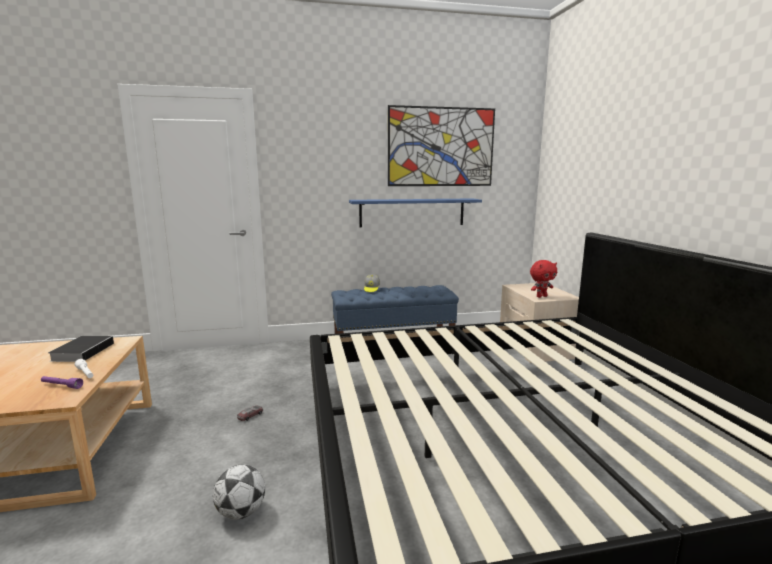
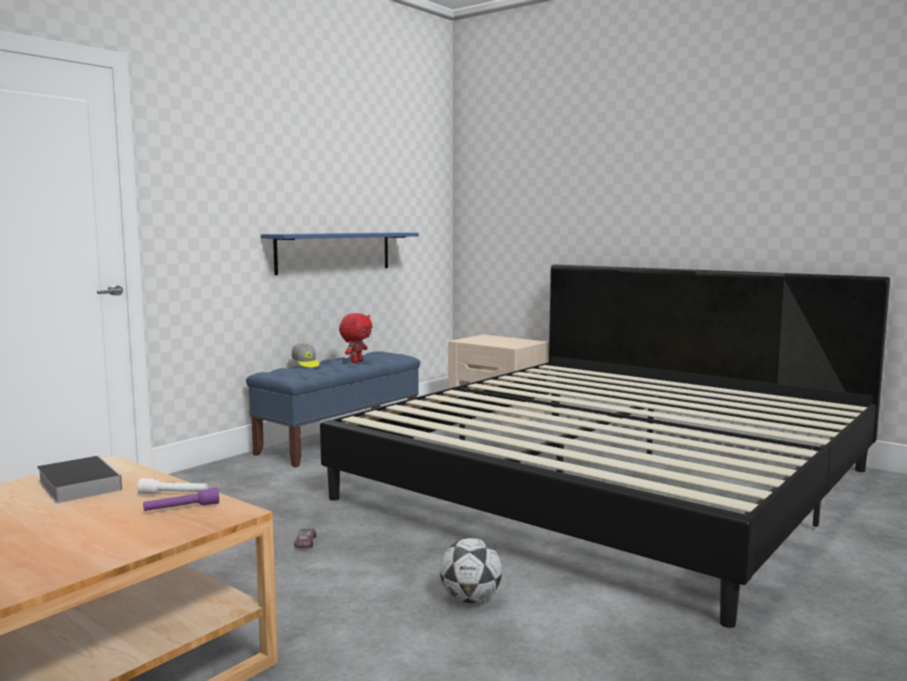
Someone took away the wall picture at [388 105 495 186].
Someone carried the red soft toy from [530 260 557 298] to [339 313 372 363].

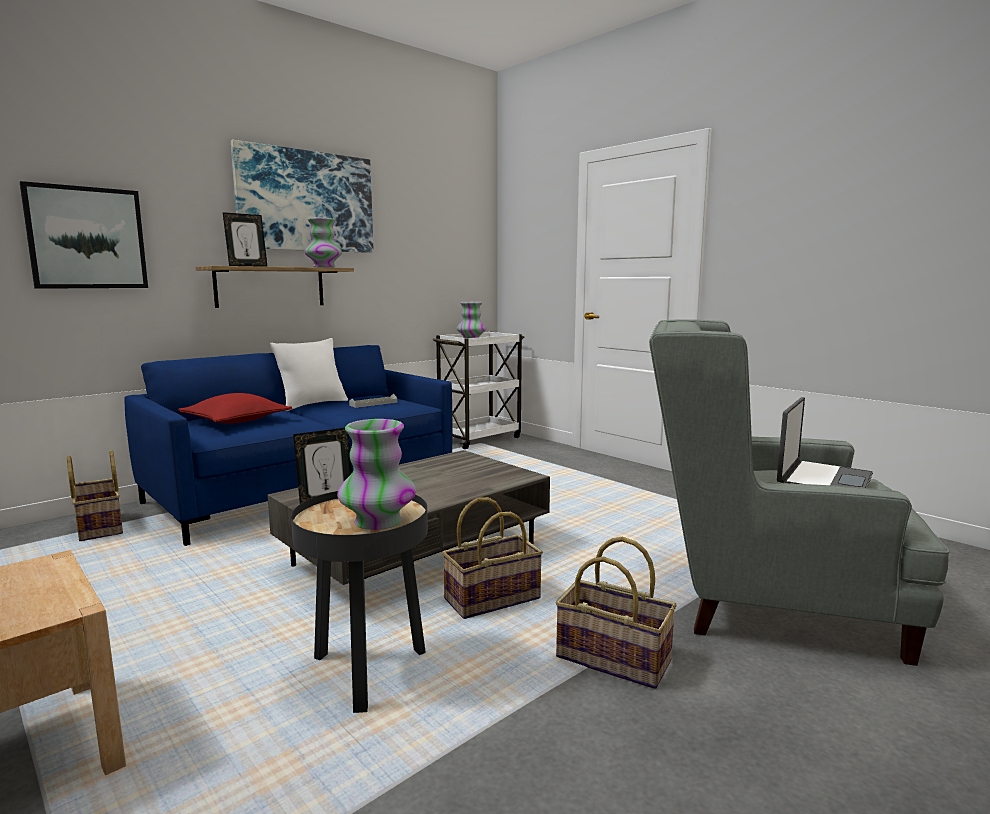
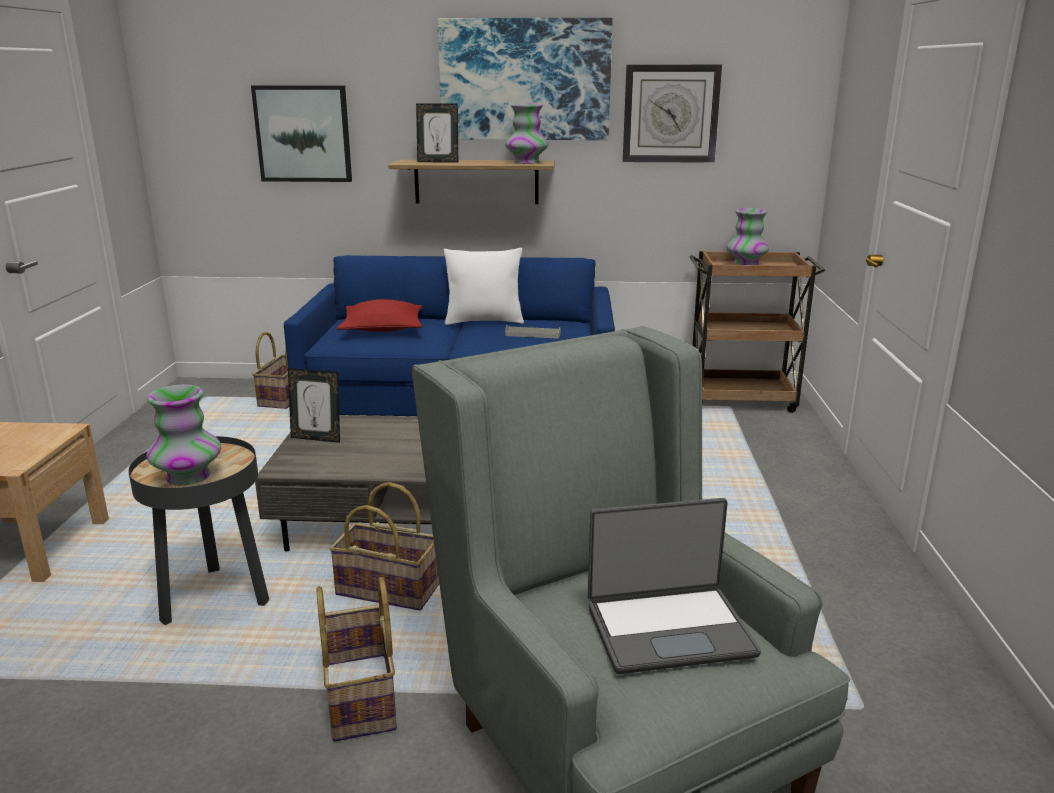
Someone repainted the whitish cart at [432 332 524 449], which became the brown-coloured cart at [690 251 825 413].
Someone put up the wall clock at [623 64 722 163].

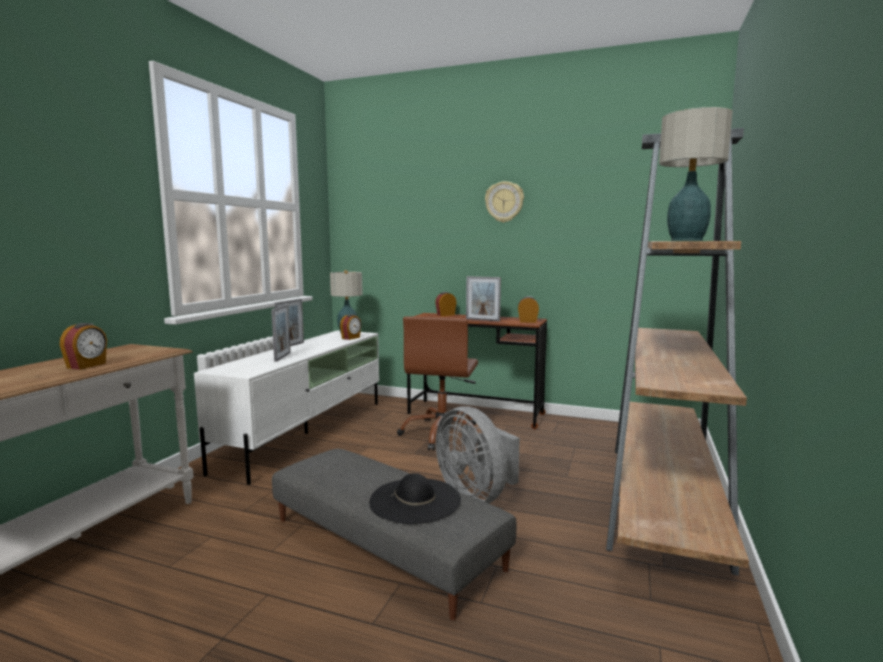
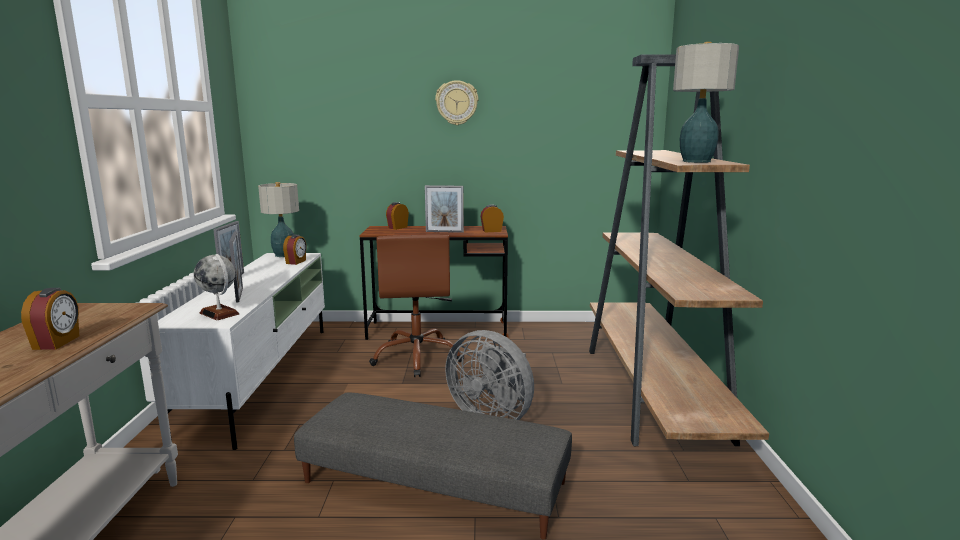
Someone took away the black-coloured wearable hat at [370 473 461 524].
Someone put down the world globe at [194 254 240 320].

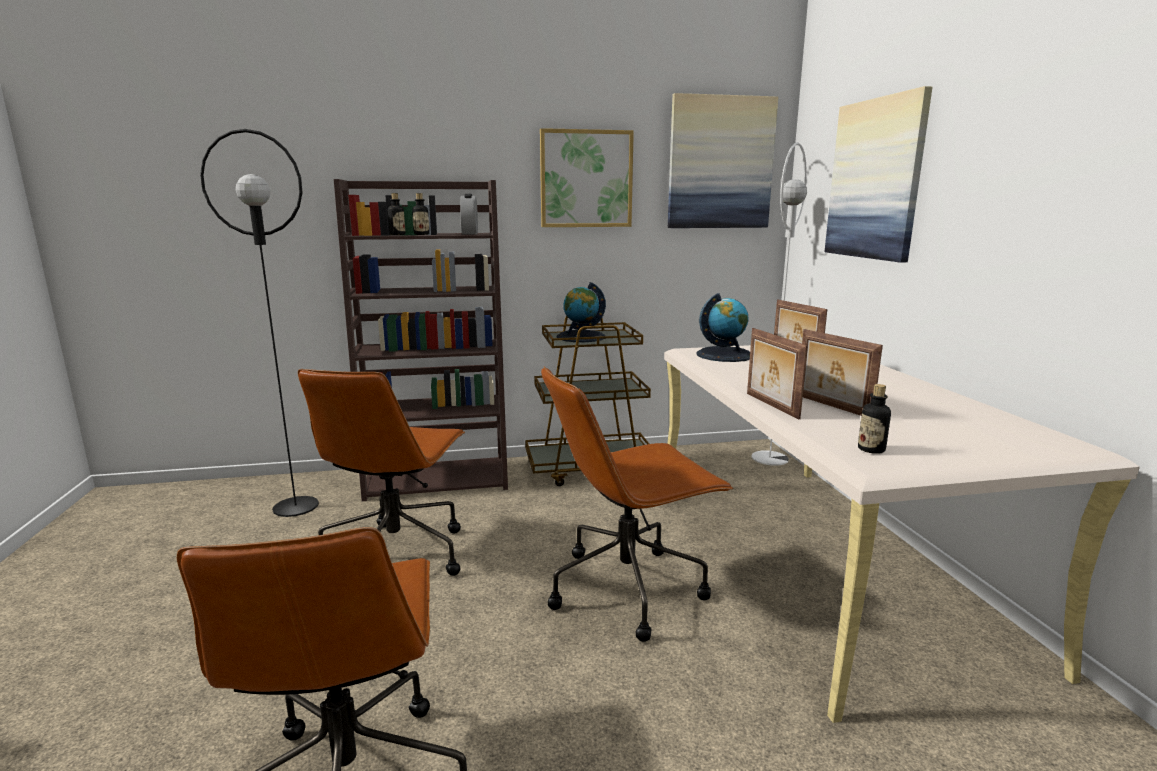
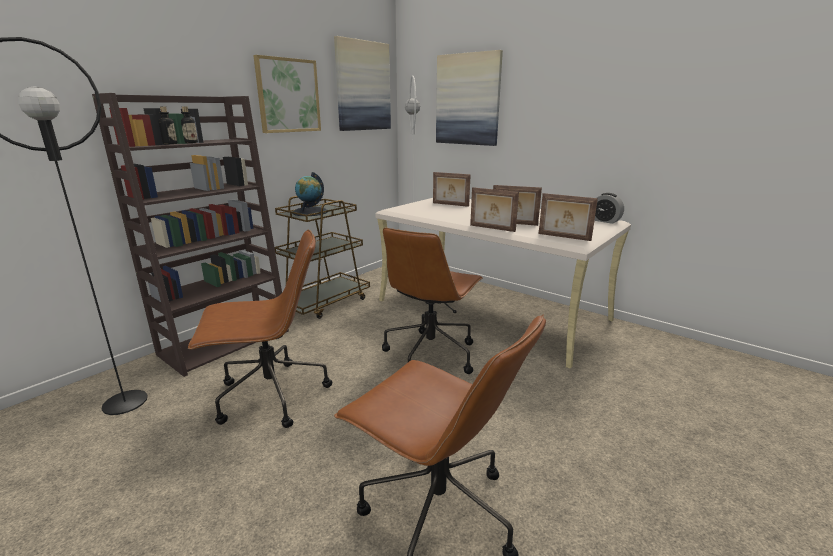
Someone rotated the brown-coloured desk chair at [298 369 465 576] by 75 degrees counterclockwise.
Someone carried the table clock from [460 194 478 234] to [595 193 624 224].
Someone took away the world globe at [696 293 750 362].
Someone swapped the beverage bottle at [858 384 891 454] for the picture frame at [539 193 598 241].

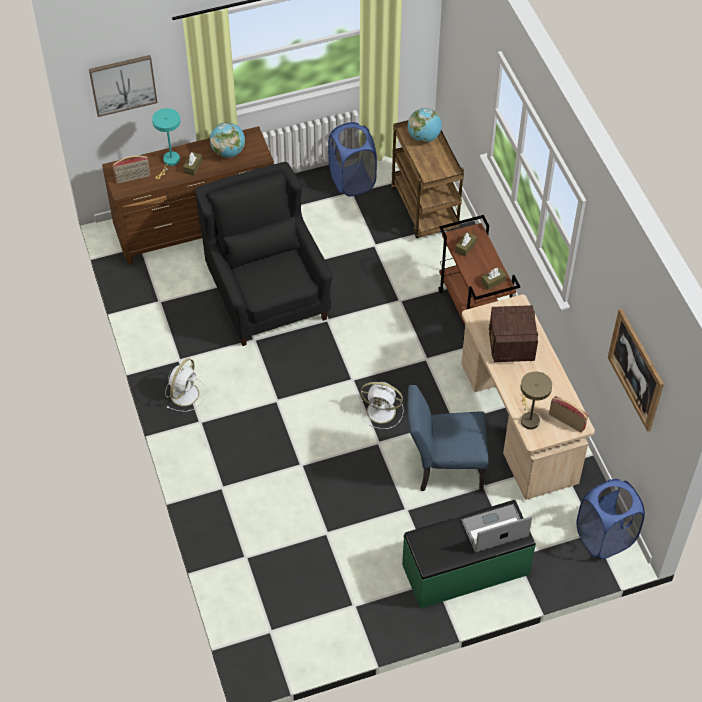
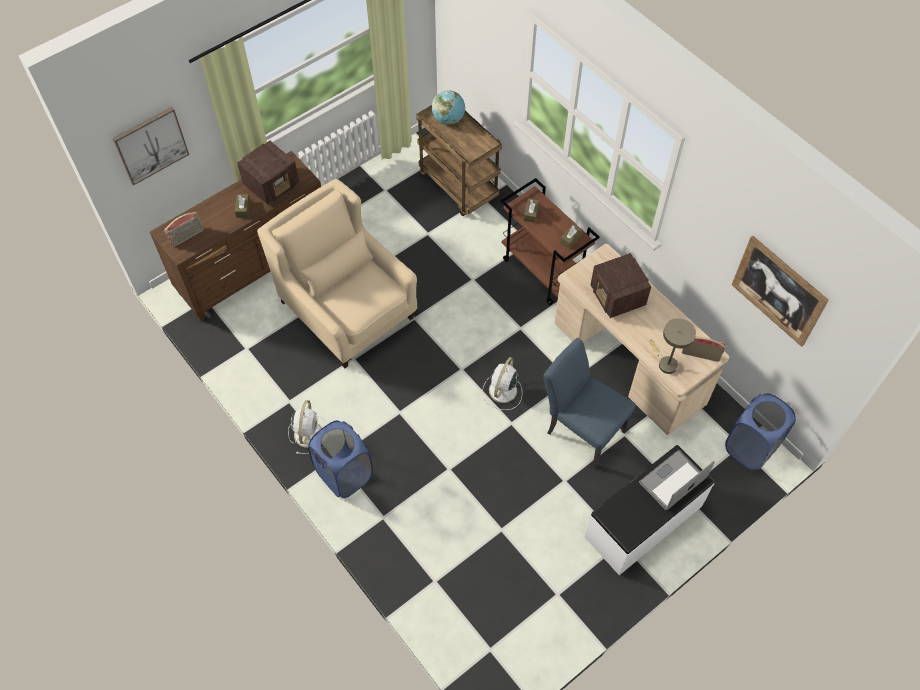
Someone took away the blue-green table lamp at [152 108 180 179].
Someone repainted the black-coloured lounge chair at [195 162 332 346], which became the beige lounge chair at [257 179 417 368].
Someone swapped the world globe at [210 122 245 158] for the radio receiver at [237 141 299 205].
Someone carried the blue-coloured hamper from [328 122 377 197] to [308 421 373 498].
Someone rotated the whitish electric fan at [360 382 404 429] by 120 degrees clockwise.
Someone repainted the greenish bench at [402 500 536 609], which became the whitish bench at [585 445 715 575].
Someone rotated the blue-coloured upright chair at [407 385 488 491] by 60 degrees clockwise.

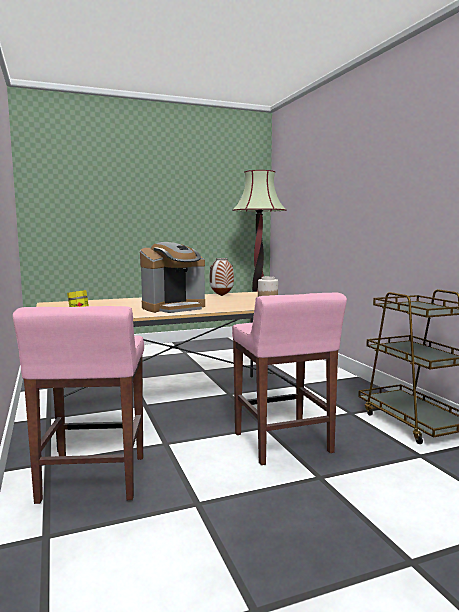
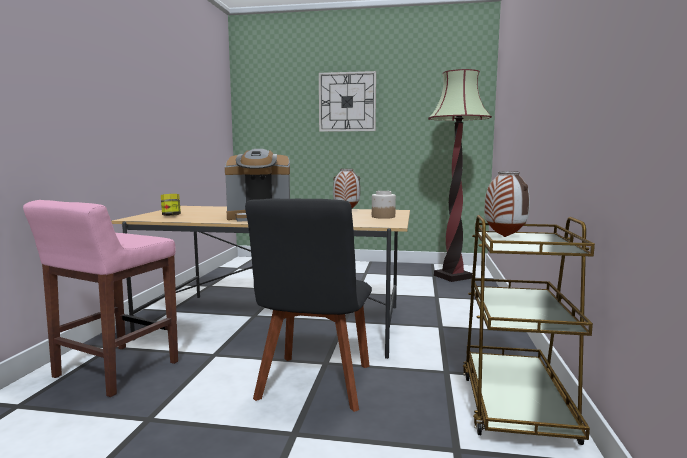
Someone swapped the pink sitting stool at [232 292 347 465] for the black-coloured upright chair at [245 199 372 412].
Someone put up the wall clock at [319 71 376 132].
Someone put down the flower vase at [485 171 530 237].

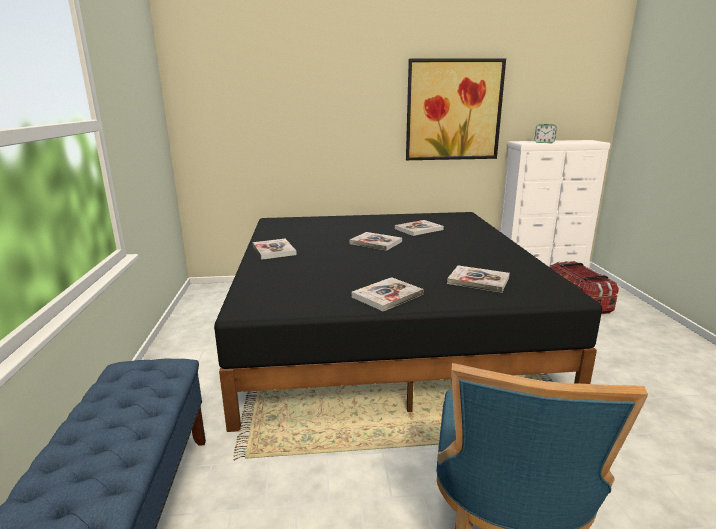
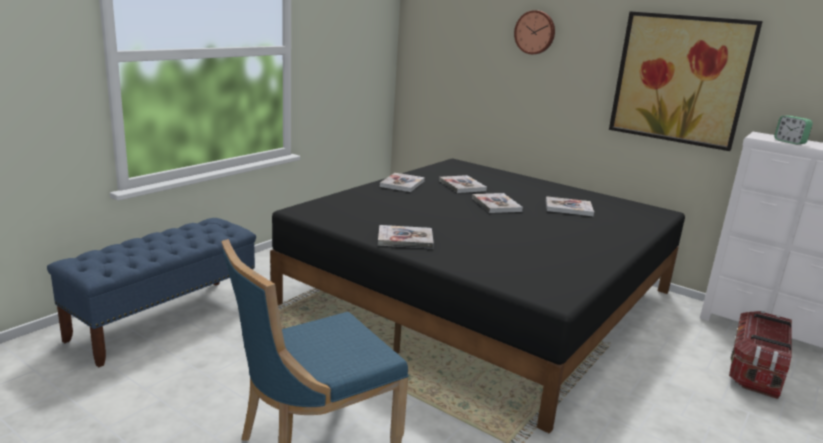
Someone carried the volume from [447 265 510 293] to [439 175 487 193].
Someone put up the wall clock at [514 10 555 54].

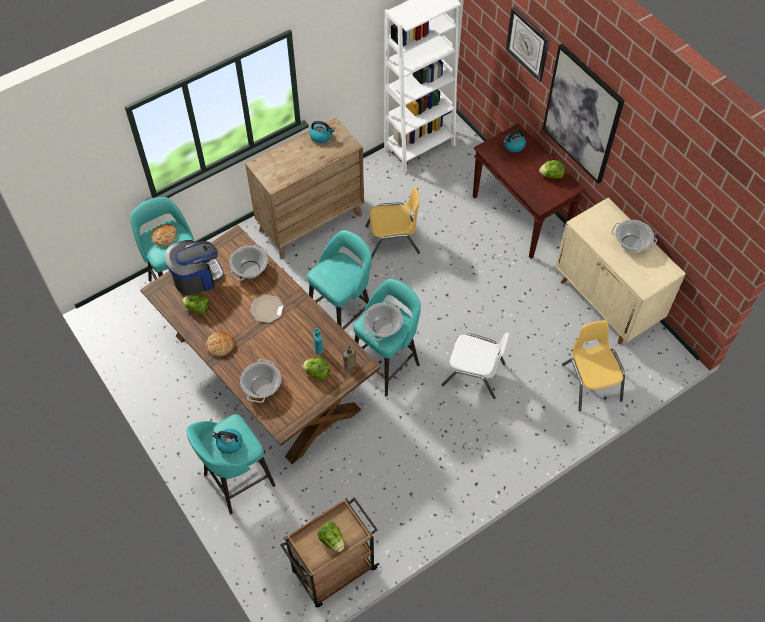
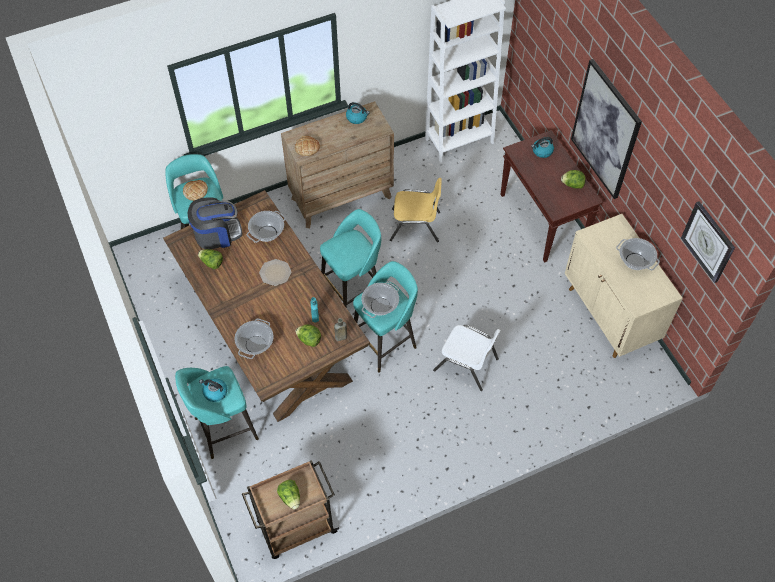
Someone carried the bread from [206 332 235 356] to [295 136 320 156].
Someone carried the wall clock from [506 7 550 82] to [681 202 735 283].
Someone took away the yellowish upright chair at [562 320 625 412].

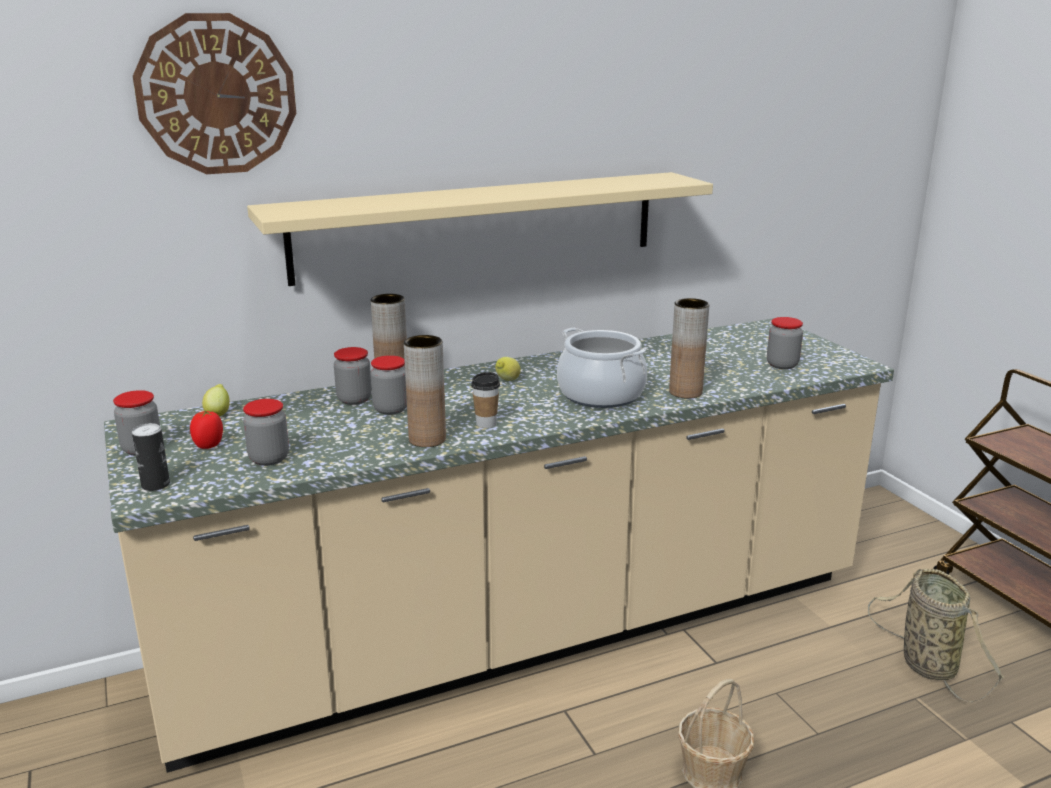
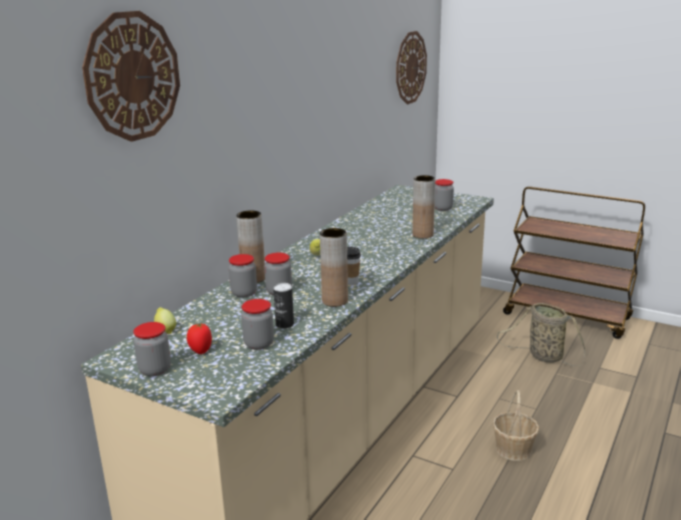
Someone carried the sealed can from [132 423 170 491] to [273 283 294 329].
Someone took away the beige wall shelf at [247 172 713 286].
Someone took away the cooking pot at [557 328 647 408].
Someone put up the wall clock at [396 31 427 104].

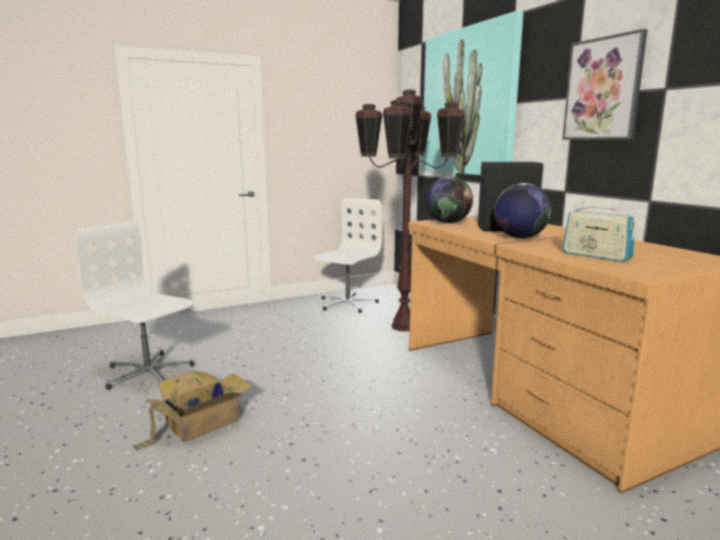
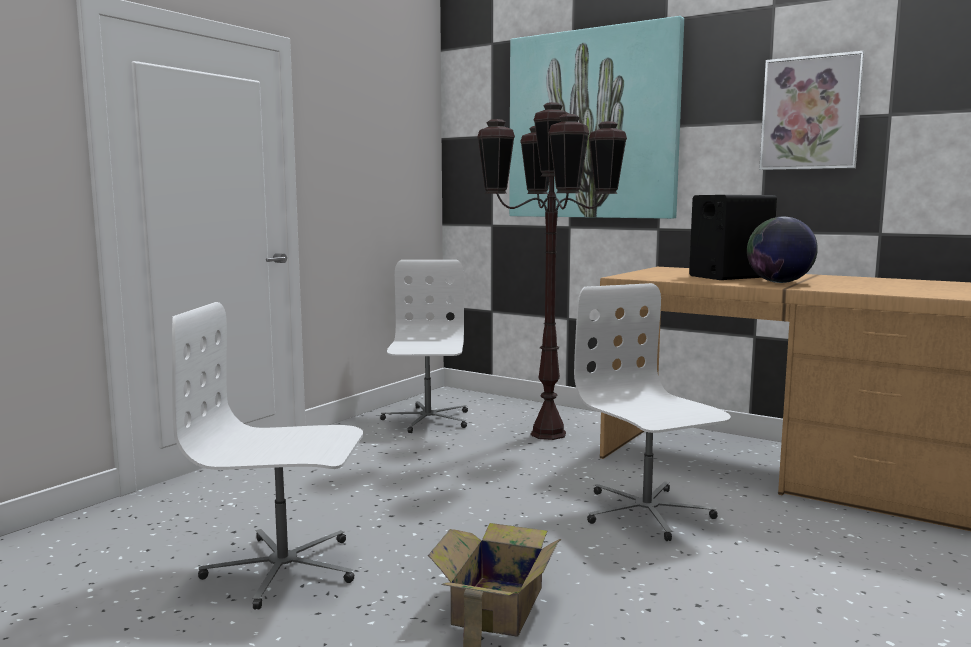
Someone took away the world globe at [426 176 473 223].
Someone took away the radio receiver at [562 201 636 262].
Someone put down the whitish desk chair at [574 283 731 541].

